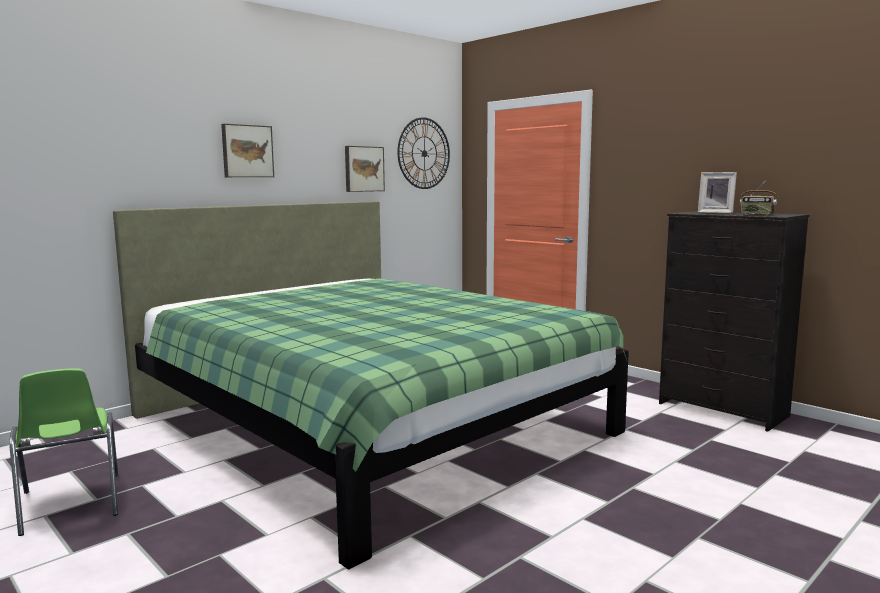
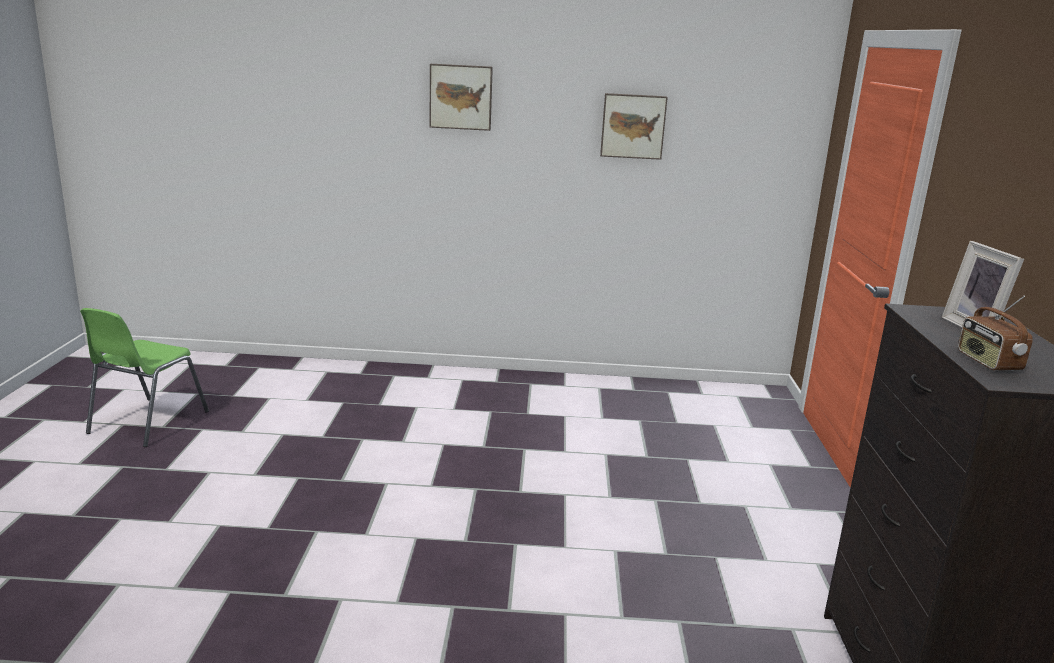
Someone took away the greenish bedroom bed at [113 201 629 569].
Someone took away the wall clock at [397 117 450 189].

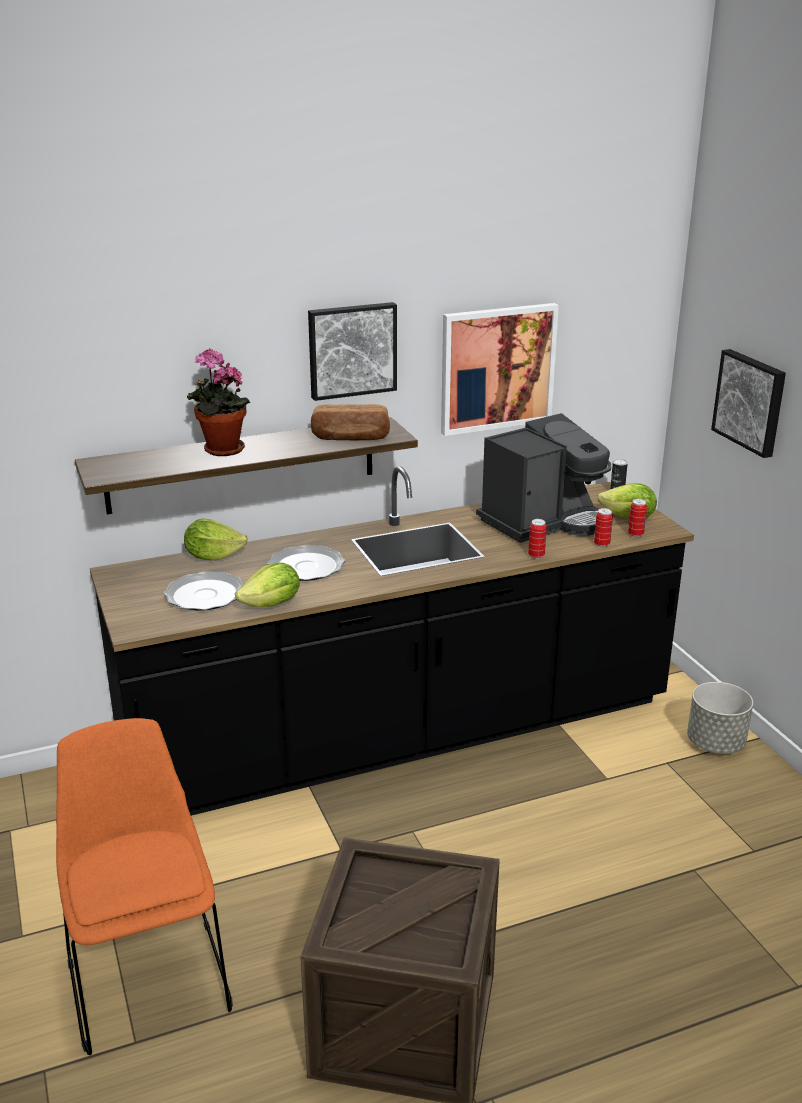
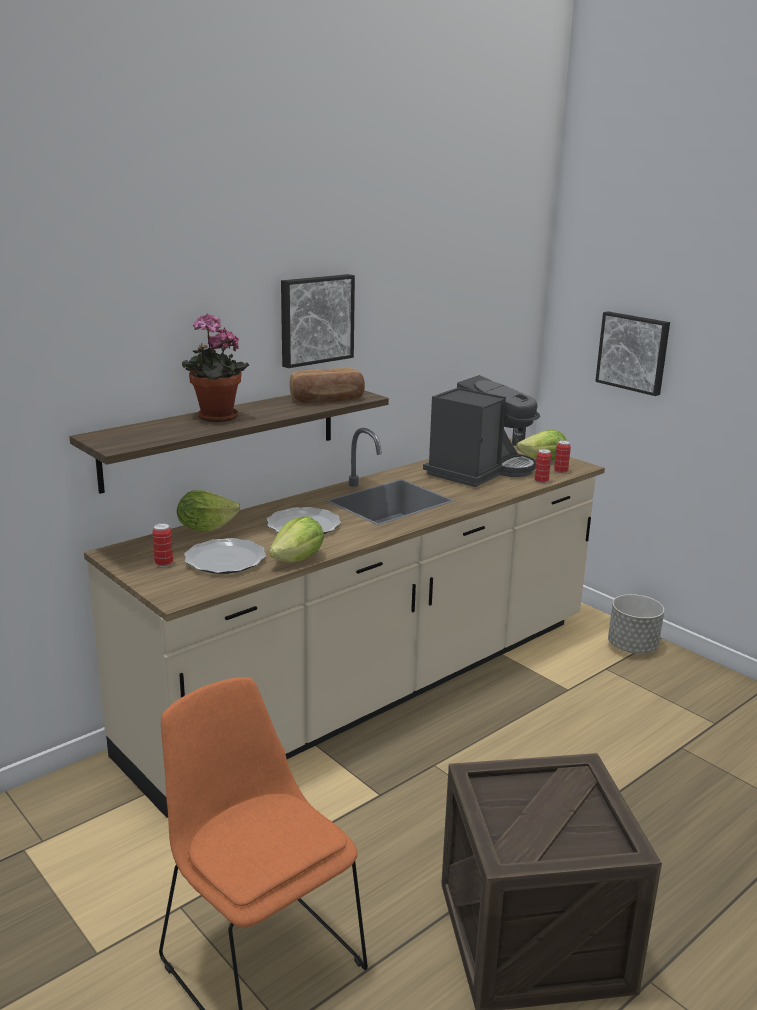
Someone repainted the black-coloured kitchen counter at [90 466 694 816], which became the beige kitchen counter at [84 428 605 818].
Someone took away the wall picture at [441 303 559 436].
Someone carried the sealed can from [528 519 547 559] to [152 523 173 567].

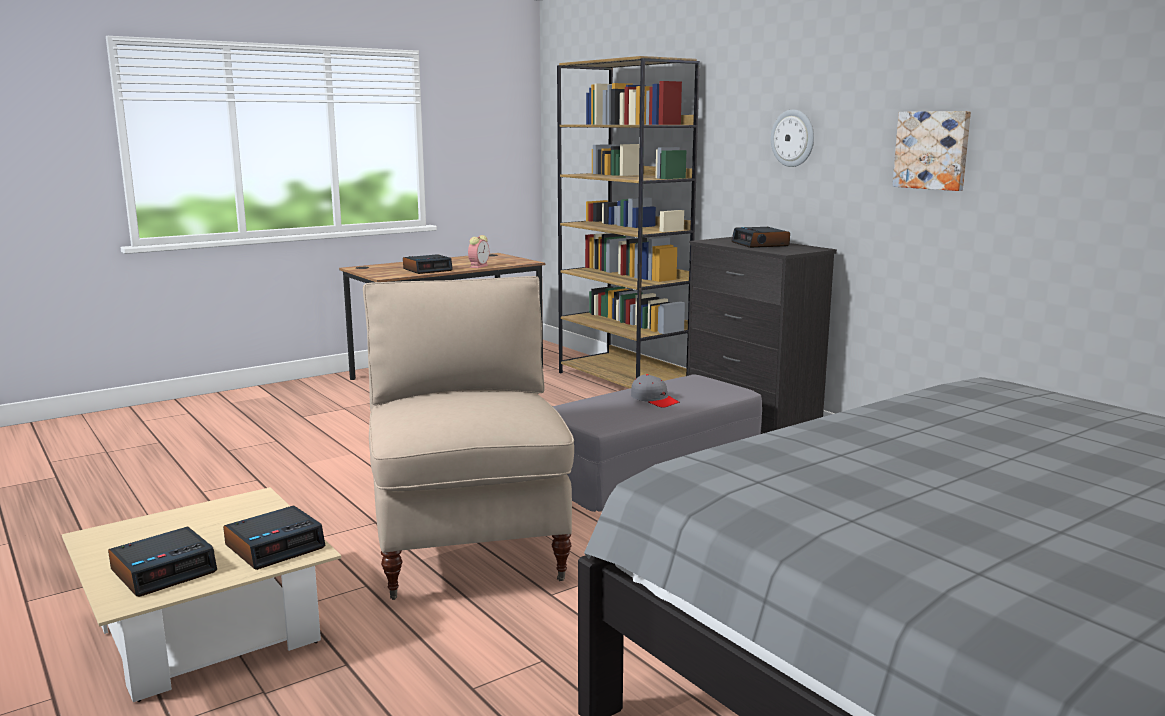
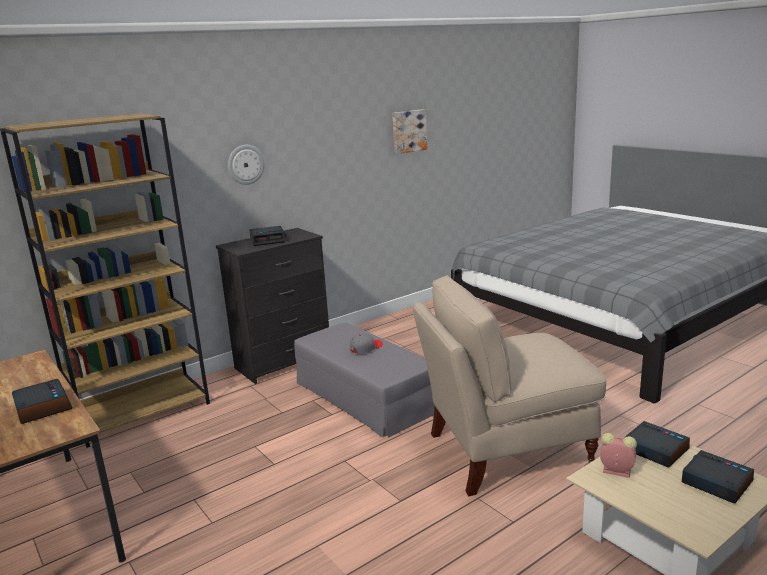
Someone carried the table clock from [468 235 489 268] to [600 433 637 478].
Someone carried the wall picture from [893 111 971 191] to [393 109 427 154].

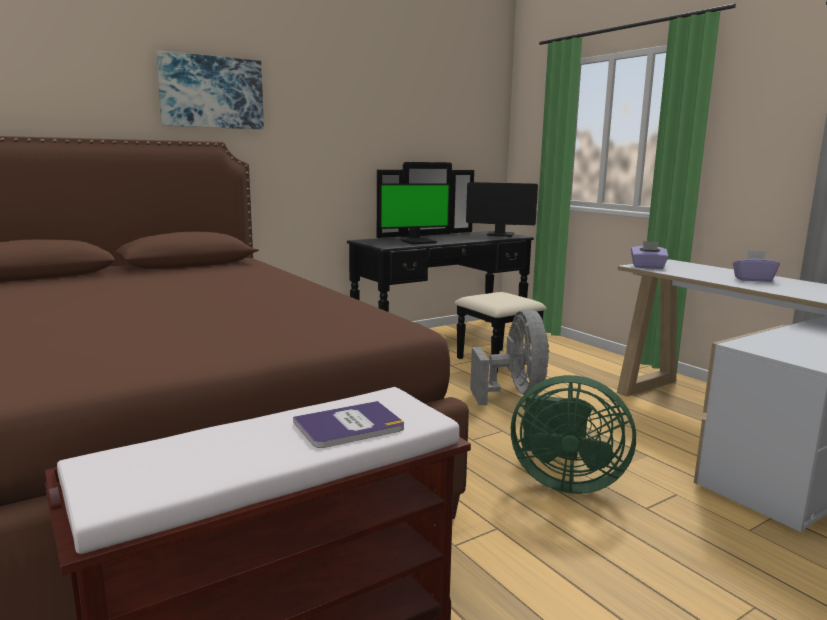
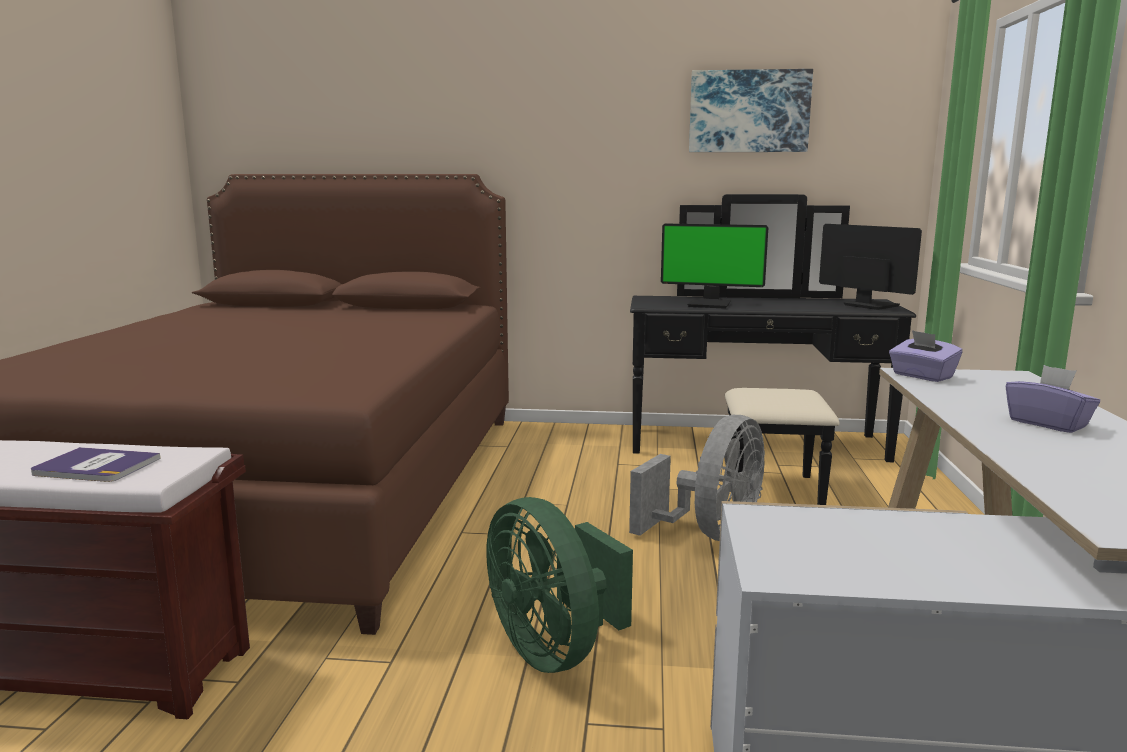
Someone carried the wall picture from [156 51 264 129] to [689 69 813 152].

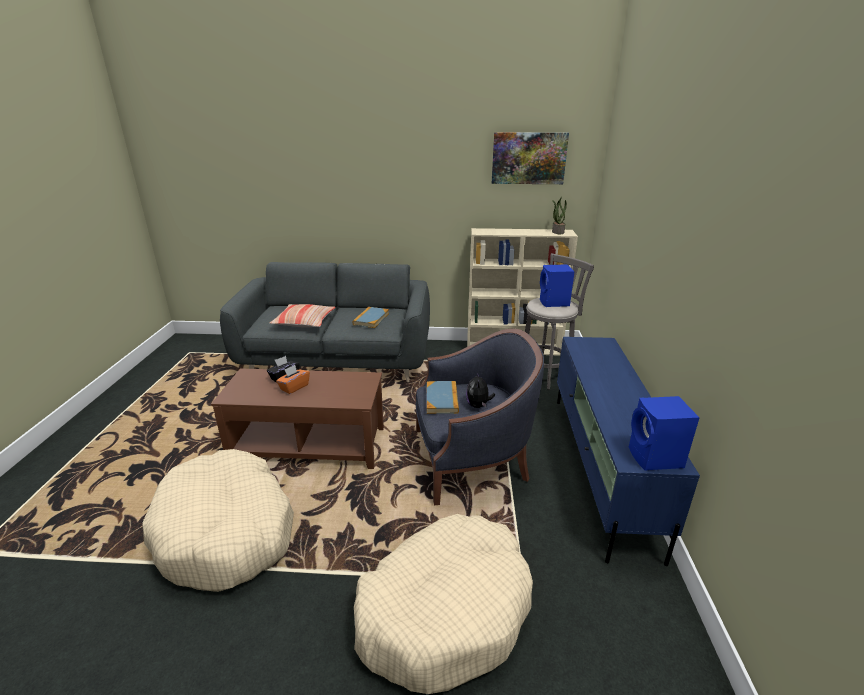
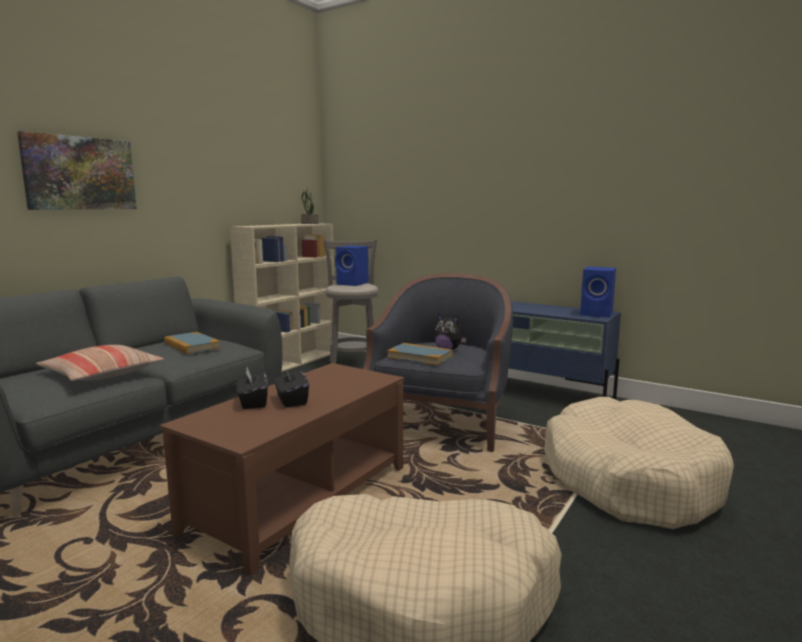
Someone repainted the orangey box of tissues at [276 365 310 394], which became the black-coloured box of tissues at [274 365 309 407].
Someone carried the wall picture from [492 132 569 184] to [17 131 137 210].

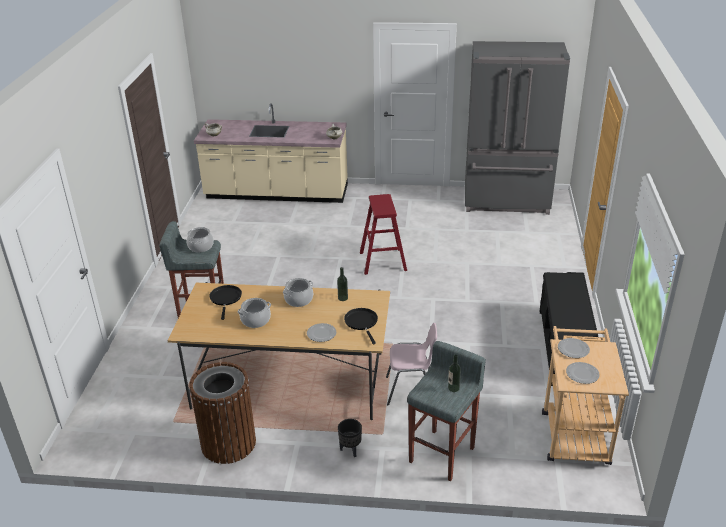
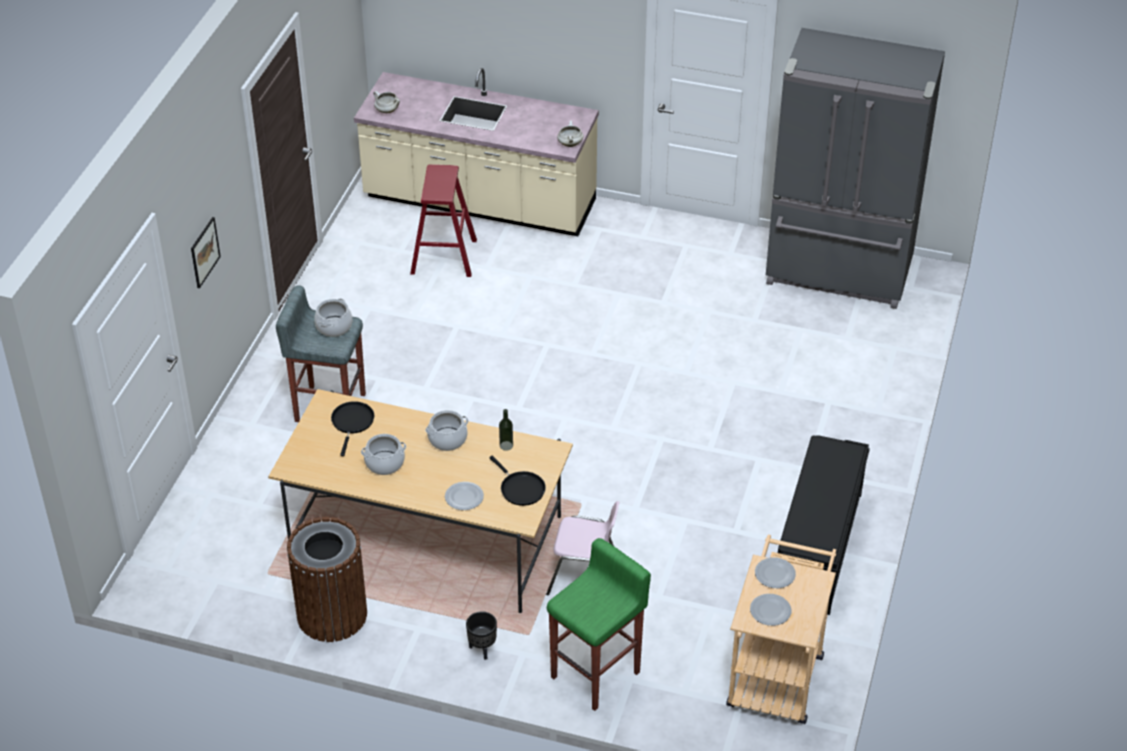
Someone rotated the black-coloured skillet at [344 308 378 344] by 150 degrees clockwise.
Someone carried the red sitting stool from [360 194 407 275] to [410 164 477 277].
Someone repainted the greyish sitting stool at [407 341 486 481], which became the greenish sitting stool at [547 538 651 711].
Someone took away the beverage bottle at [448 355 461 392].
Someone put up the wall picture at [191 217 221 288].

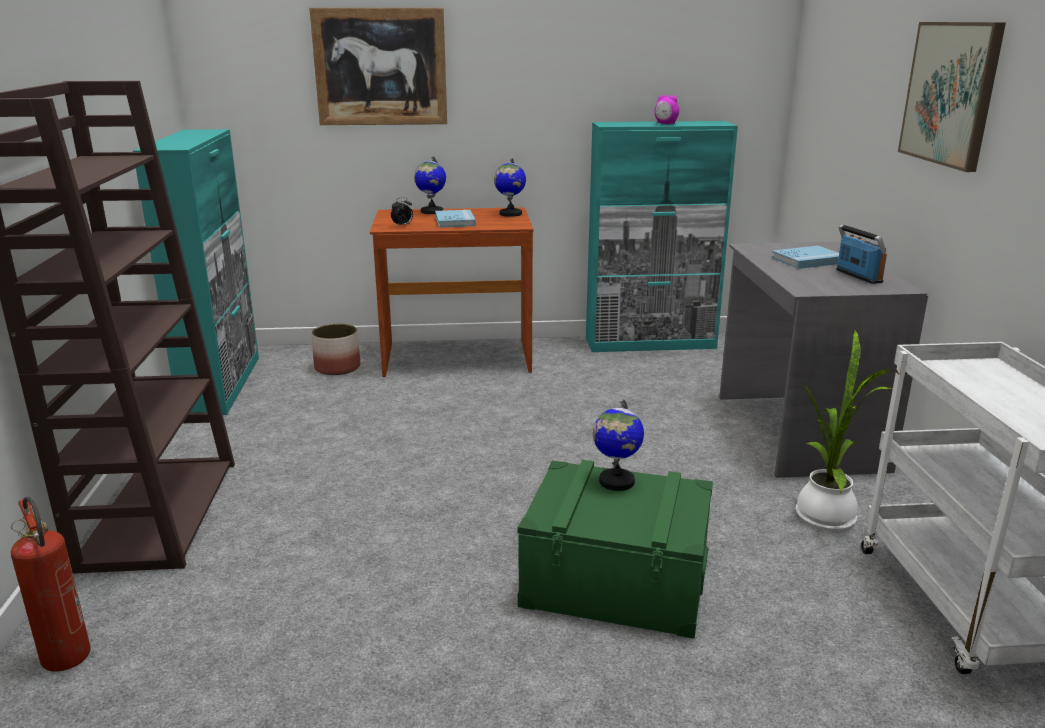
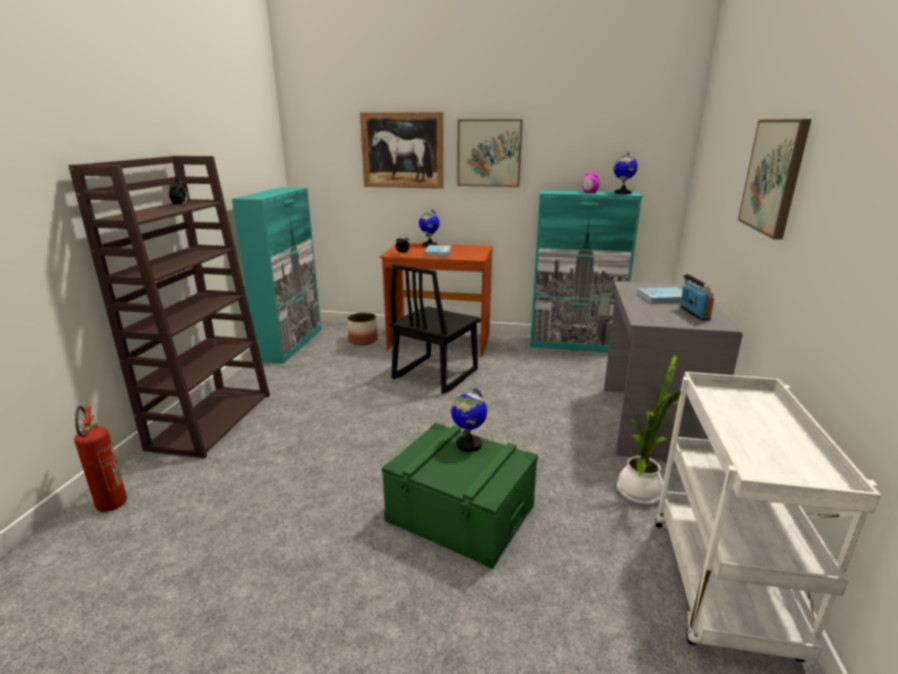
Someone carried the world globe from [494 158 526 217] to [613 152 638 194].
Someone put down the table clock at [169 178 189 205].
Someone put down the black-coloured upright chair at [390 264 481 394].
Someone put up the wall picture at [457 119 523 187].

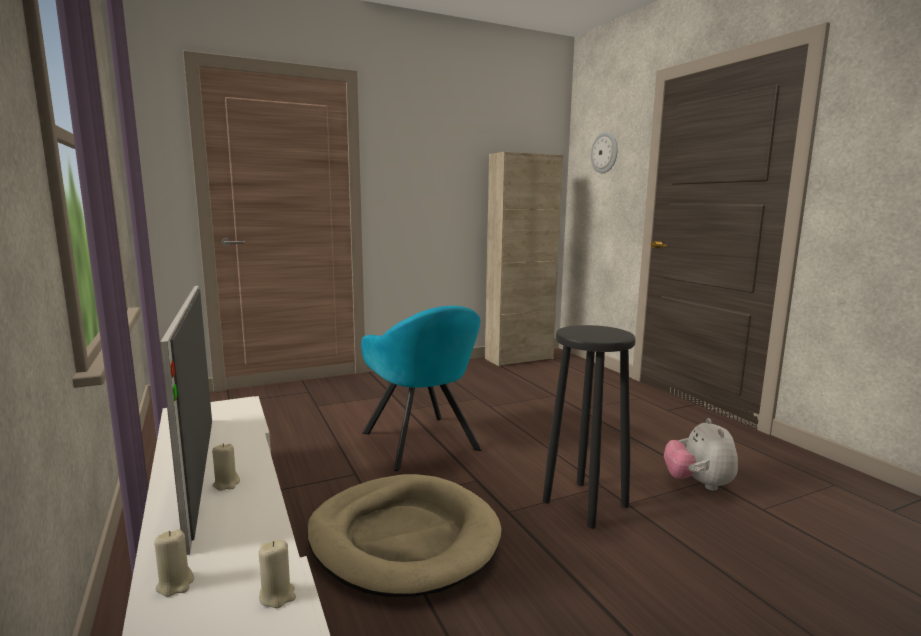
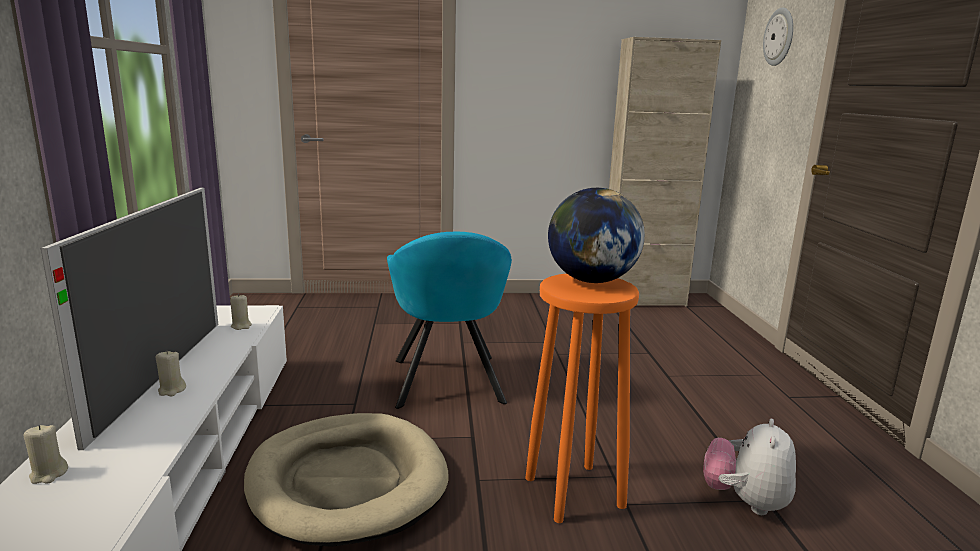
Someone carried the beige wax light from [259 539 296 608] to [230 294 252 330].
Someone repainted the black-coloured sitting stool at [543 325 636 529], which became the orangey sitting stool at [525 273 639 523].
Someone put down the world globe at [548 188 645 283].

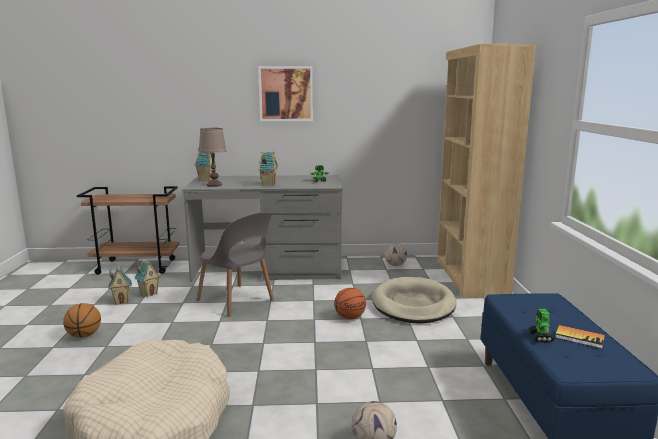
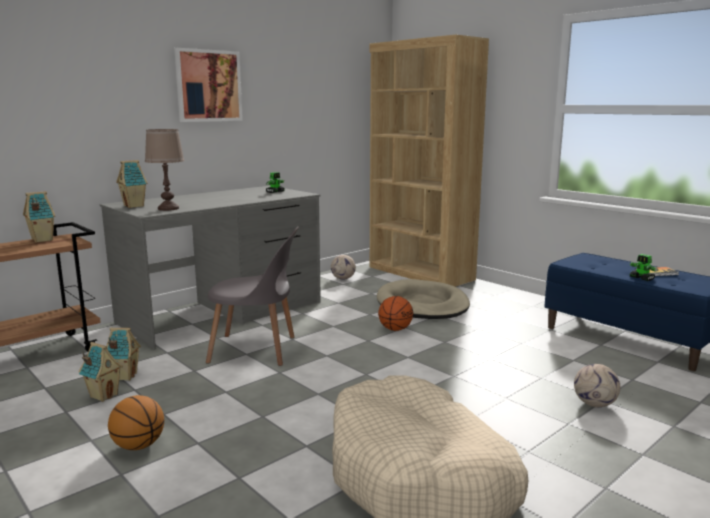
Someone carried the toy house from [258 151 278 186] to [23 191 55 243].

